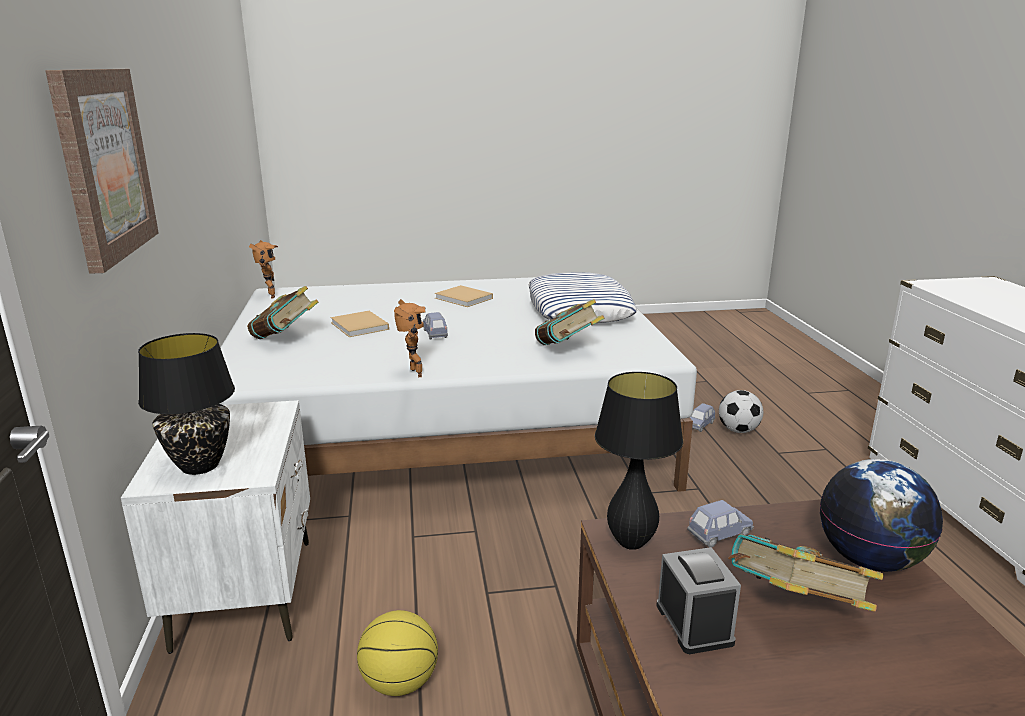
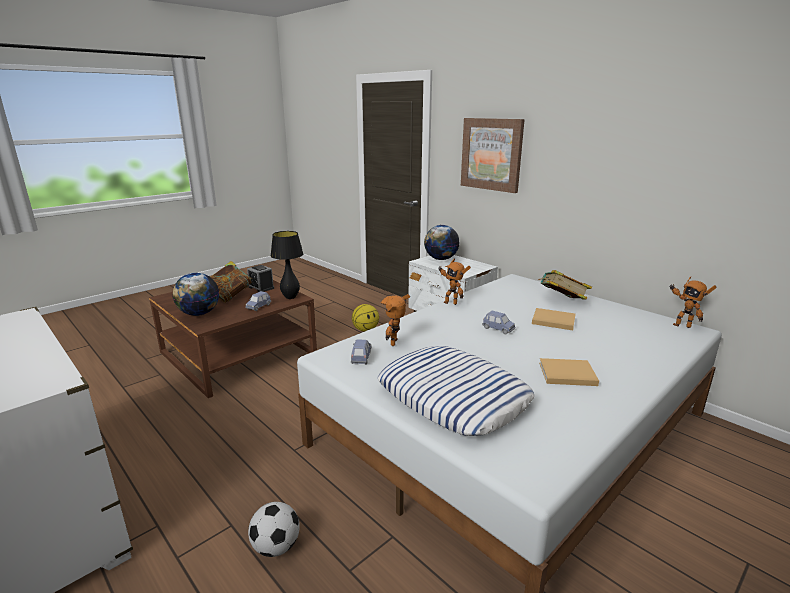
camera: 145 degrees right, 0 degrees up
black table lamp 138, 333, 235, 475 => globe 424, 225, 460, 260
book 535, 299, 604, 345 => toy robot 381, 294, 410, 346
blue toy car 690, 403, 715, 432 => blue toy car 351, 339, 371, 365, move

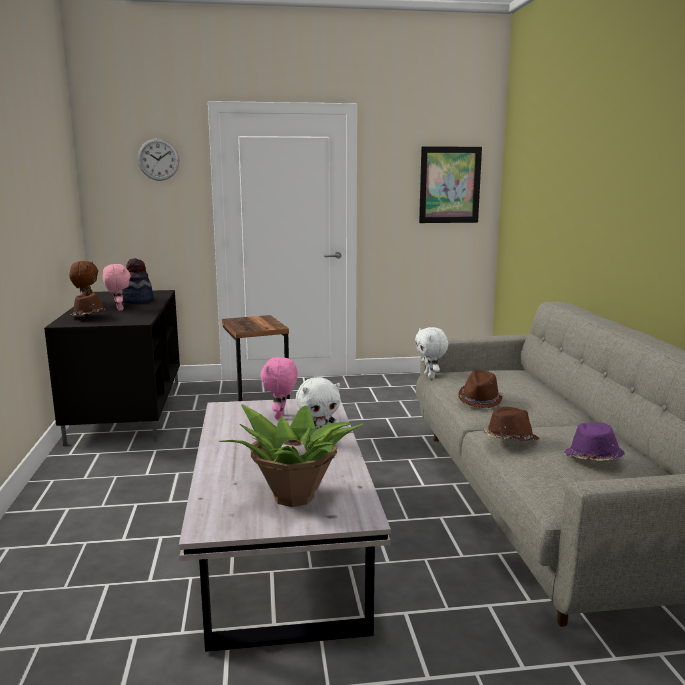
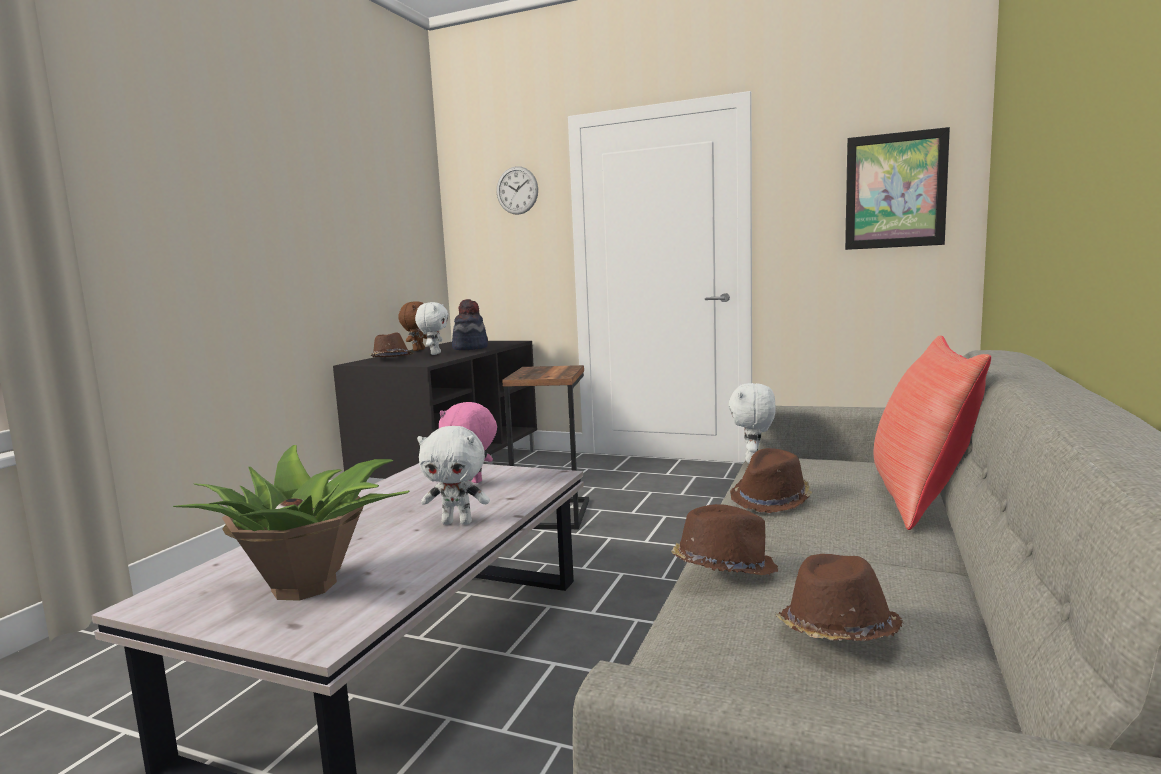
camera: 30 degrees right, 5 degrees down
pink plush toy 103, 264, 131, 311 => white plush toy 415, 302, 449, 355
purple hat 564, 422, 625, 461 => brown hat 776, 554, 903, 641
nothing => red pillow 874, 335, 991, 530

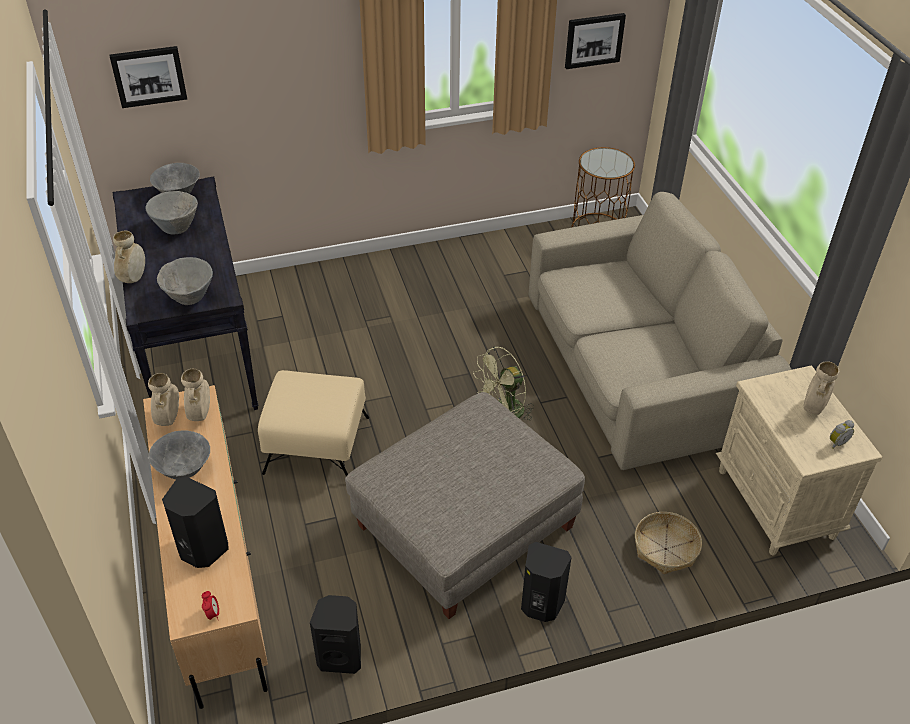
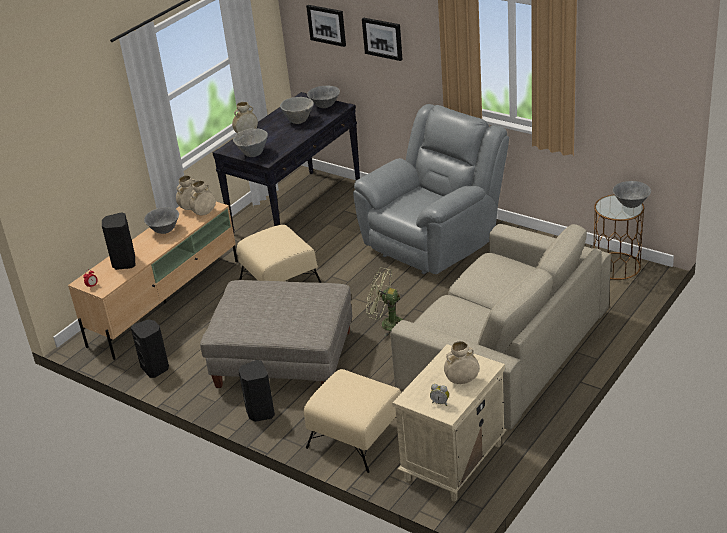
camera: 55 degrees right, 10 degrees down
picture 565, 13, 626, 69 => picture 362, 17, 403, 61, move
basket 635, 512, 702, 574 => beige ottoman 304, 369, 401, 473
nothing => grey armchair 353, 104, 509, 274
nothing => grey bowl 613, 181, 651, 208

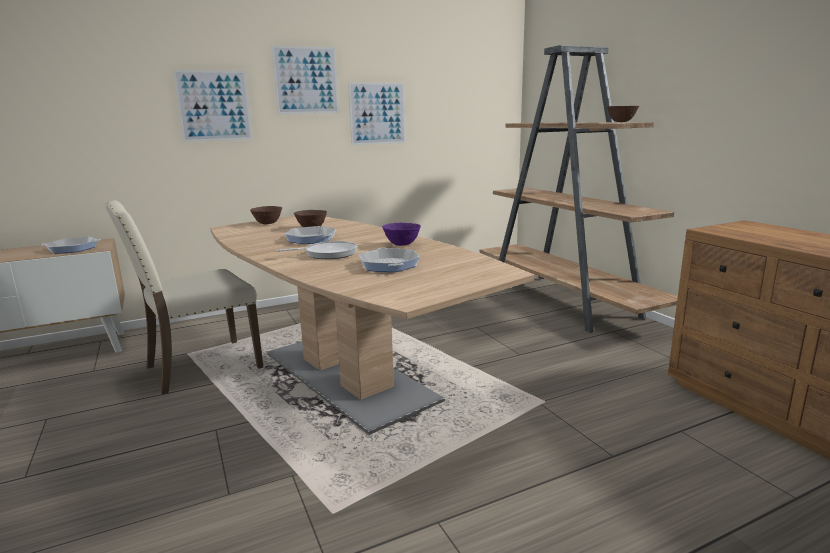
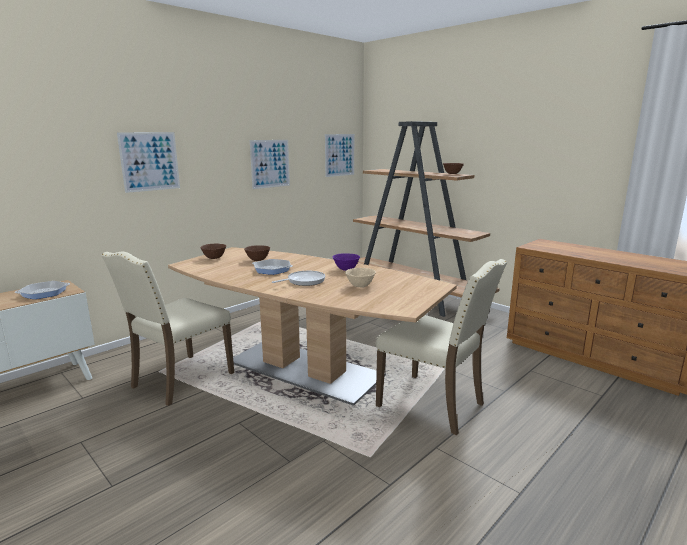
camera: 20 degrees left, 0 degrees up
picture 271, 45, 339, 114 => picture 325, 134, 354, 177, move
frying pan 359, 248, 420, 272 => beige bowl 345, 268, 376, 288
nothing => beige chair 376, 259, 507, 435

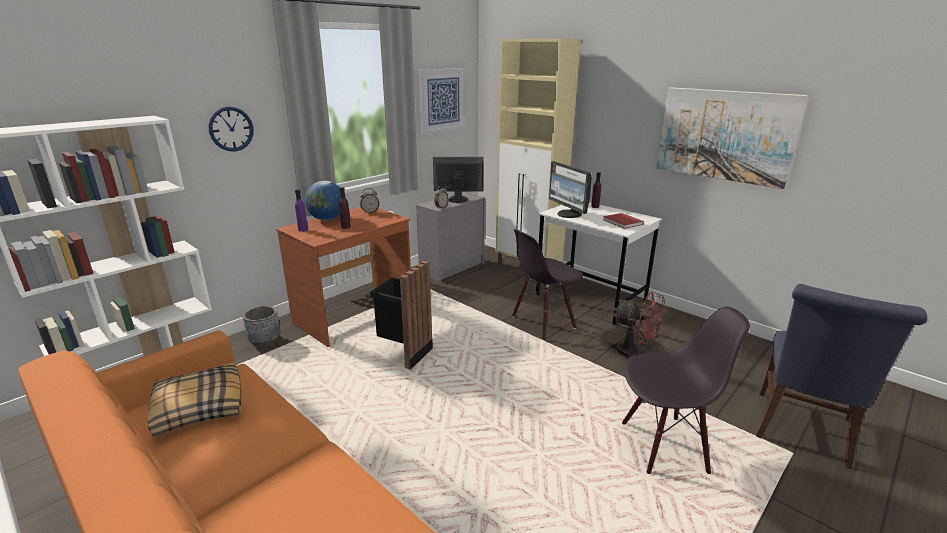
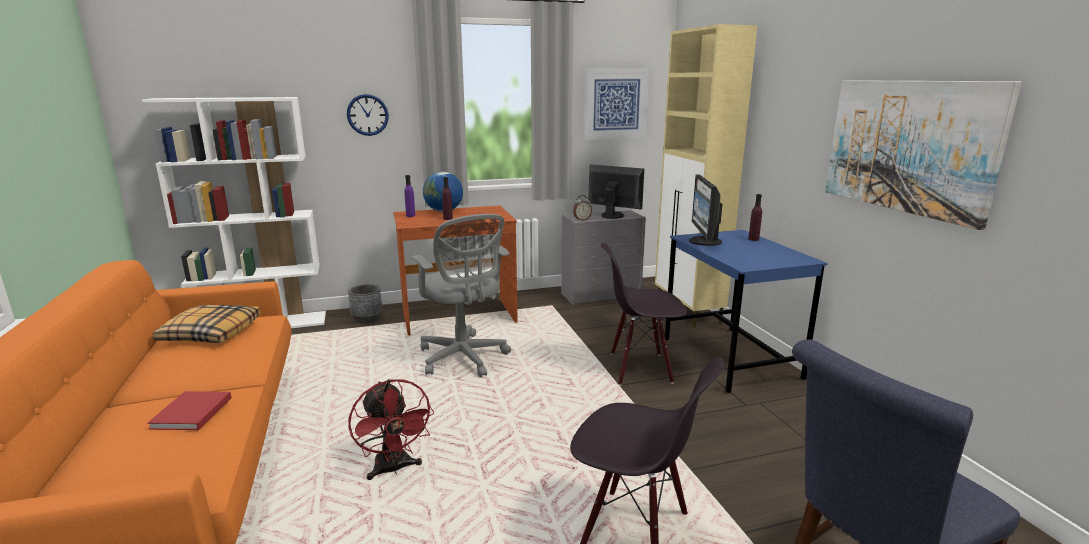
camera: 30 degrees right, 5 degrees down
alarm clock 360, 188, 379, 213 => nothing
black trash can 370, 260, 433, 370 => grey office chair 412, 214, 511, 377
white desk 536, 202, 662, 325 => blue desk 665, 230, 828, 393
red book 603, 213, 644, 229 => red book 147, 391, 232, 430, move
red fan 608, 292, 666, 358 => red fan 348, 379, 434, 480, move

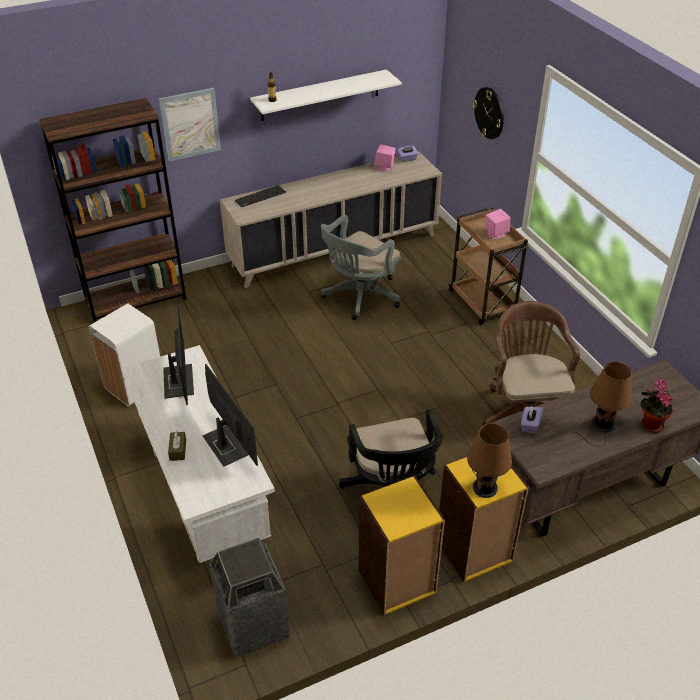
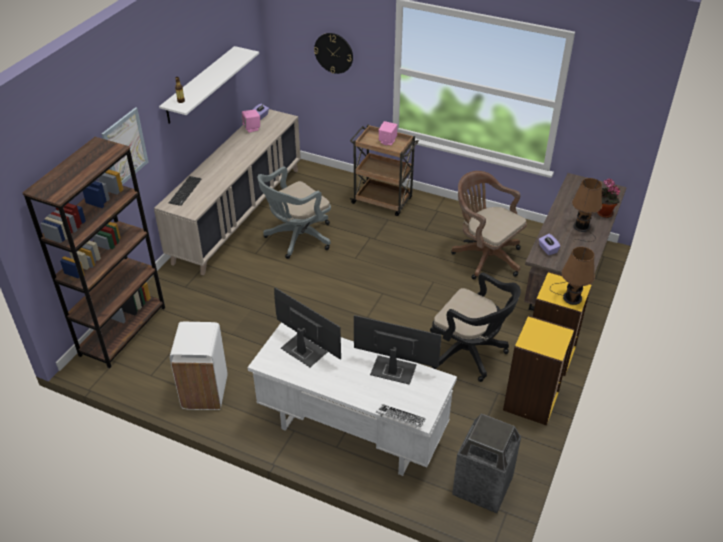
camera: 40 degrees left, 0 degrees up
brown tissue box 168, 431, 186, 461 => nothing
grey office chair 321, 214, 401, 320 => grey office chair 257, 166, 331, 259, 45 degrees clockwise
nothing => keyboard 376, 404, 426, 428

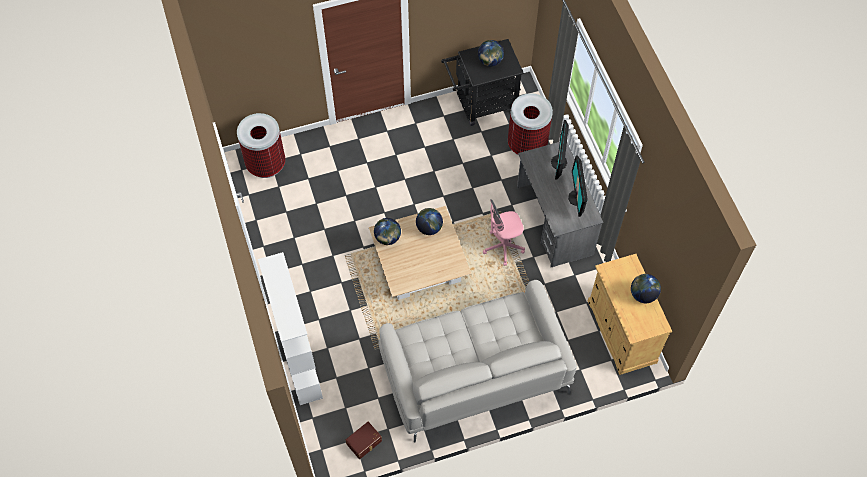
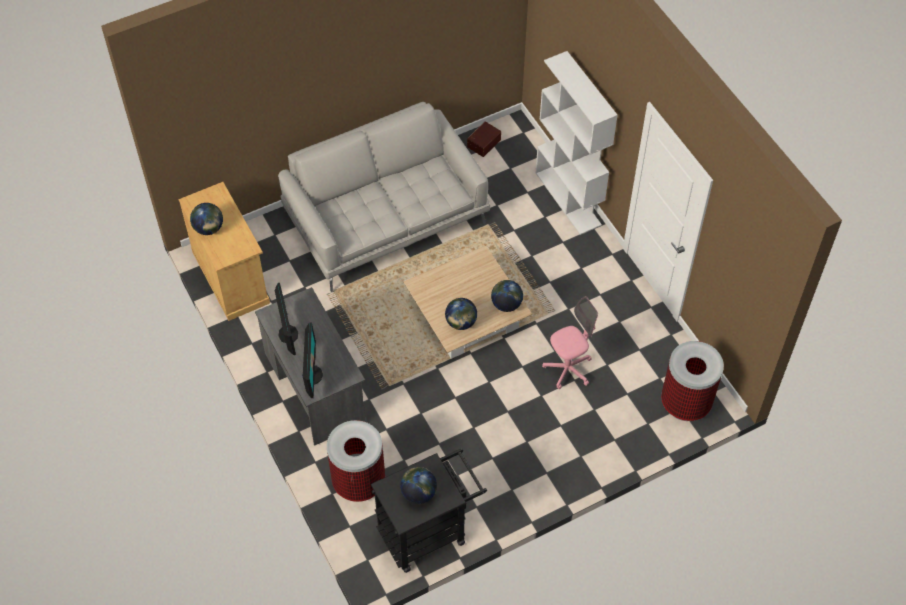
camera: 170 degrees right, 5 degrees down
pink office chair 483, 199, 525, 266 => pink office chair 542, 296, 598, 389, move

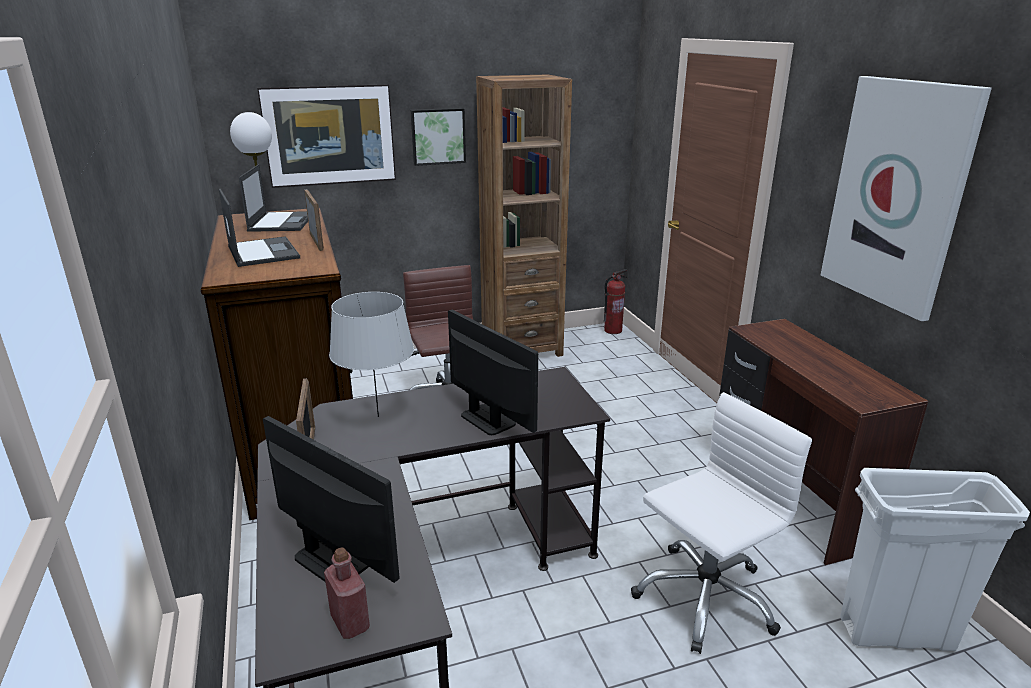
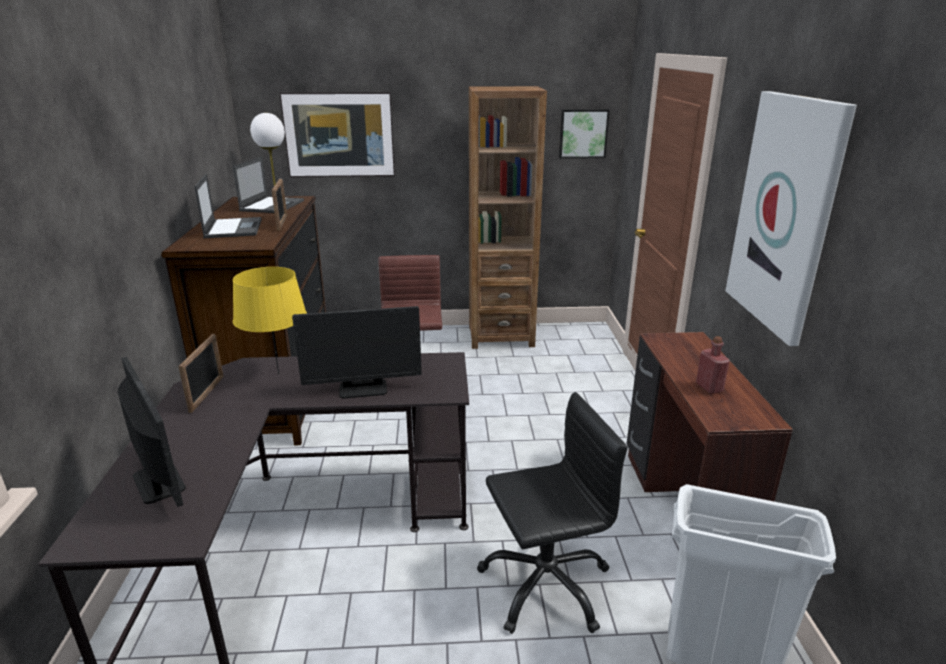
camera: 15 degrees right, 0 degrees up
red bottle 324, 547, 370, 639 => red bottle 696, 336, 730, 394, move
grey table lamp 329, 292, 414, 417 => yellow table lamp 233, 267, 307, 374
picture 410, 108, 466, 166 => picture 559, 109, 610, 159, move
monitor 448, 310, 538, 435 => monitor 292, 306, 422, 399, 105 degrees clockwise
fire extinguisher 604, 269, 627, 334 => nothing
white office chair 631, 392, 812, 654 => black office chair 477, 392, 628, 634

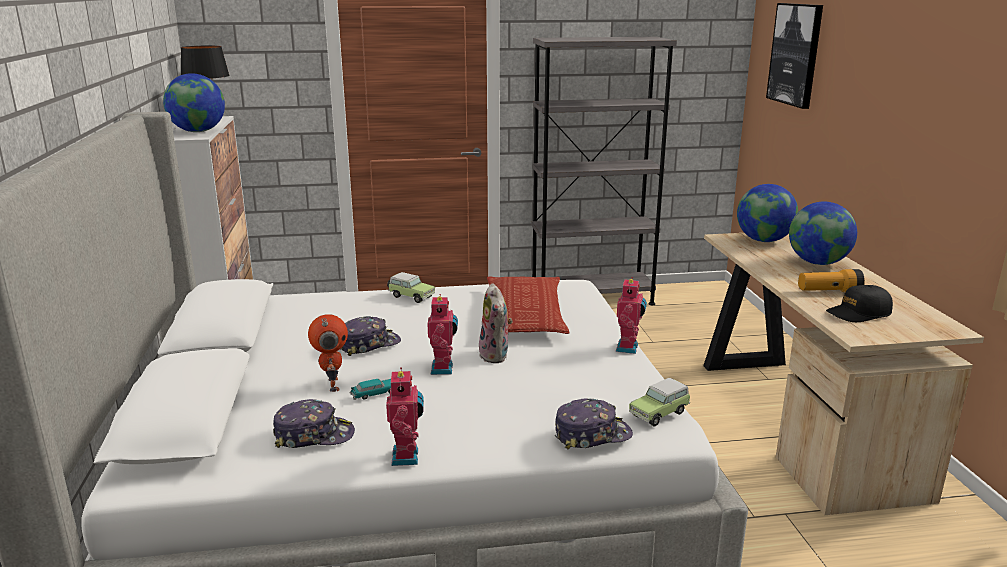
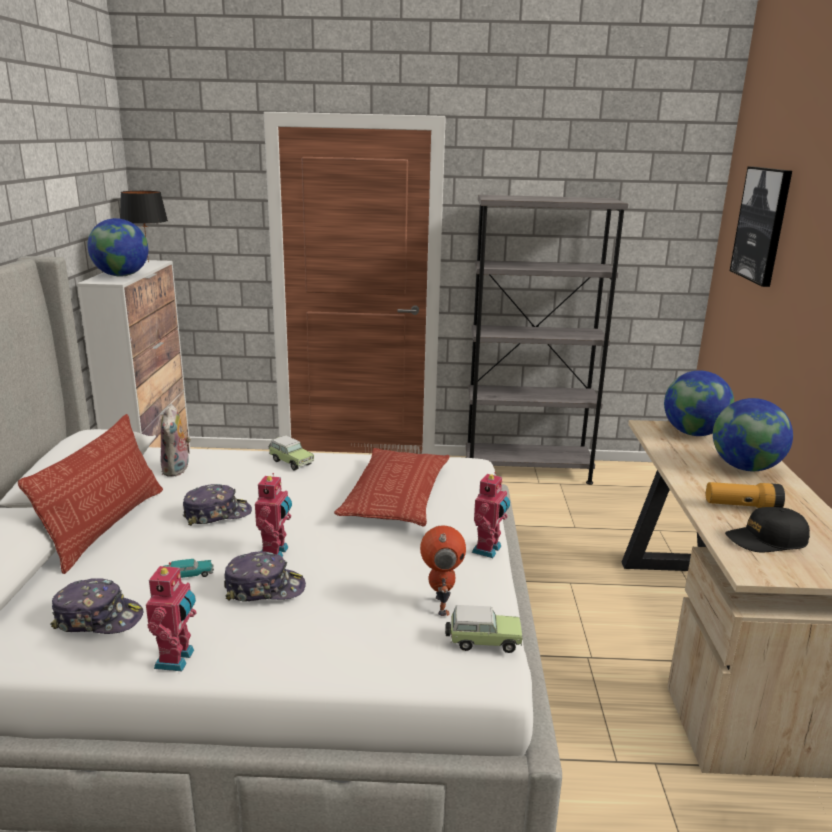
camera: 10 degrees right, 0 degrees up
toy robot 308, 314, 348, 392 => toy robot 420, 525, 466, 616, move
plush toy 479, 283, 513, 363 => plush toy 160, 404, 191, 477, move
cap 555, 398, 633, 449 => cap 224, 551, 306, 602, move
toy car 629, 378, 691, 426 => toy car 445, 605, 523, 653, 150 degrees counterclockwise
nothing => pillow 18, 414, 163, 574

